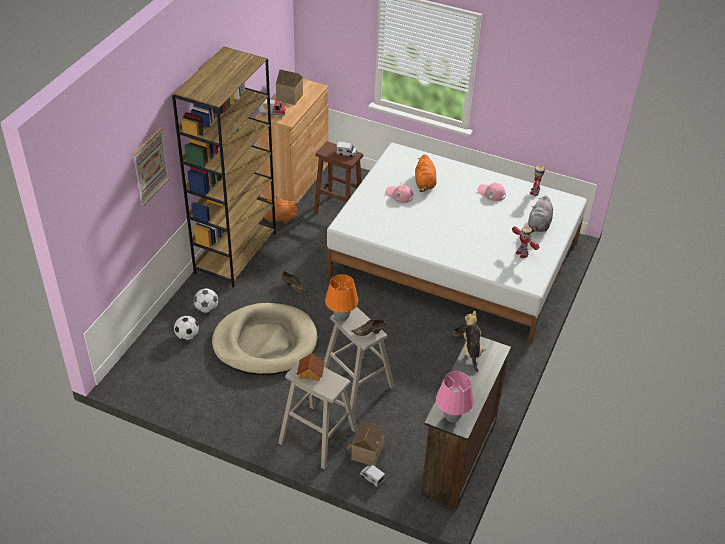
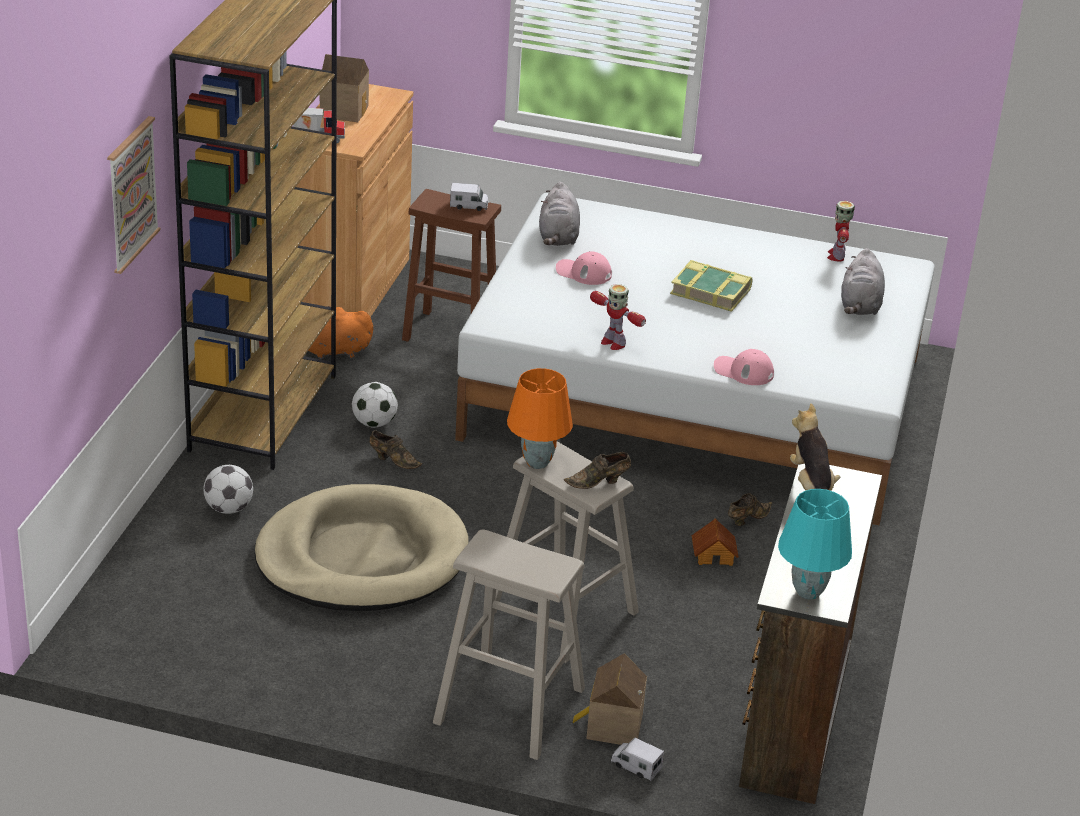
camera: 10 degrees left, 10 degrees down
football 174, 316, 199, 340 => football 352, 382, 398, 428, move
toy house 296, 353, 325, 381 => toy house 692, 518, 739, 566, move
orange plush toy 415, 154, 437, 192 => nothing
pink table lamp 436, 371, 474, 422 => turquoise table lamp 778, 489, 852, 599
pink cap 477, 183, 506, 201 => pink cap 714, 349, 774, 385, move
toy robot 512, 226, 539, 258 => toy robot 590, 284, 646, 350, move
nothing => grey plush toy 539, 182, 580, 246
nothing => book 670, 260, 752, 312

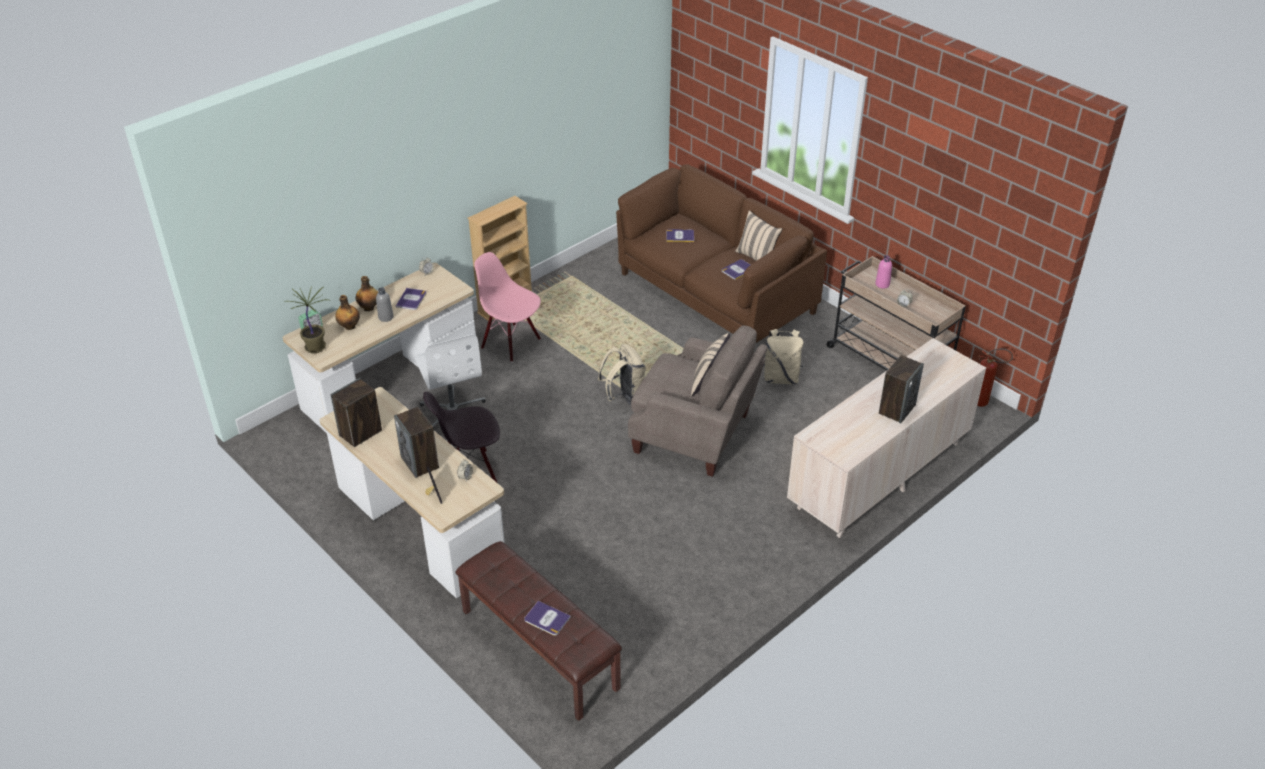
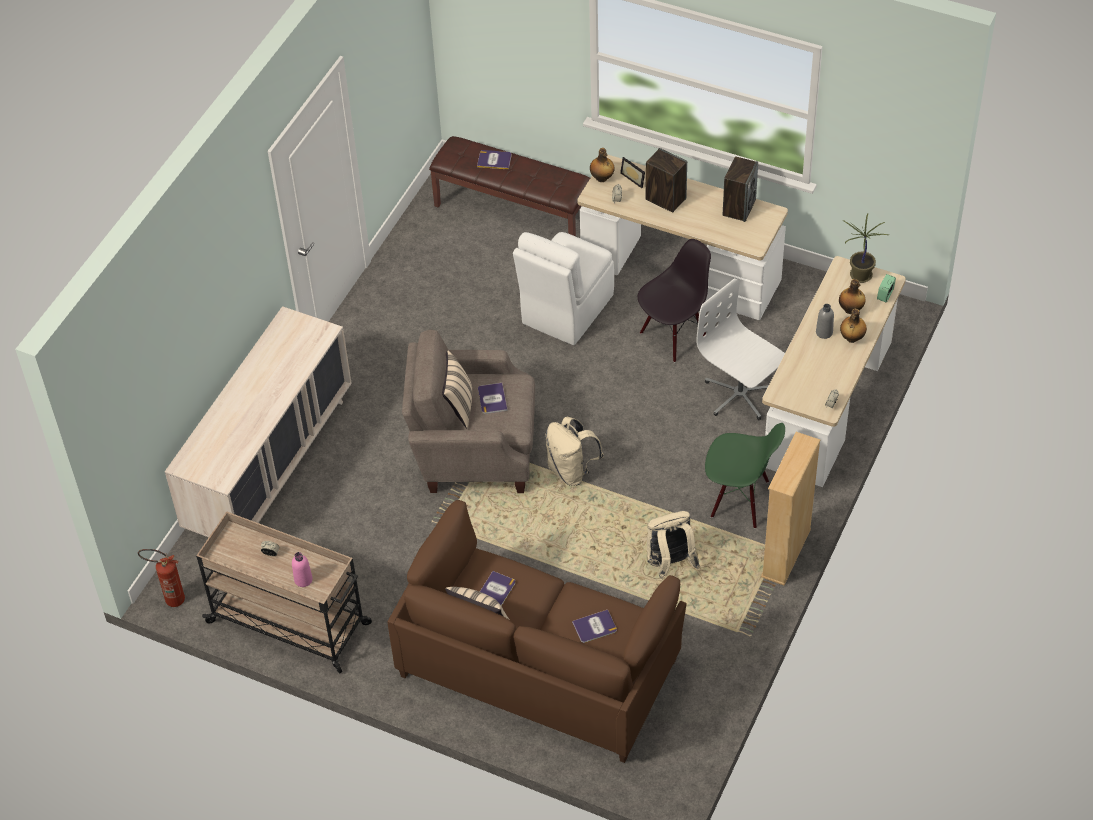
camera: 160 degrees right, 10 degrees up
book 396, 288, 426, 310 => book 478, 383, 508, 414, move
pink chair 474, 252, 541, 362 => green chair 705, 423, 785, 529
beige backpack 764, 329, 803, 384 => beige backpack 647, 511, 700, 579, move
speaker 879, 355, 924, 423 => nothing
nothing => white chair 513, 232, 614, 345
nothing => bottle 590, 148, 615, 182

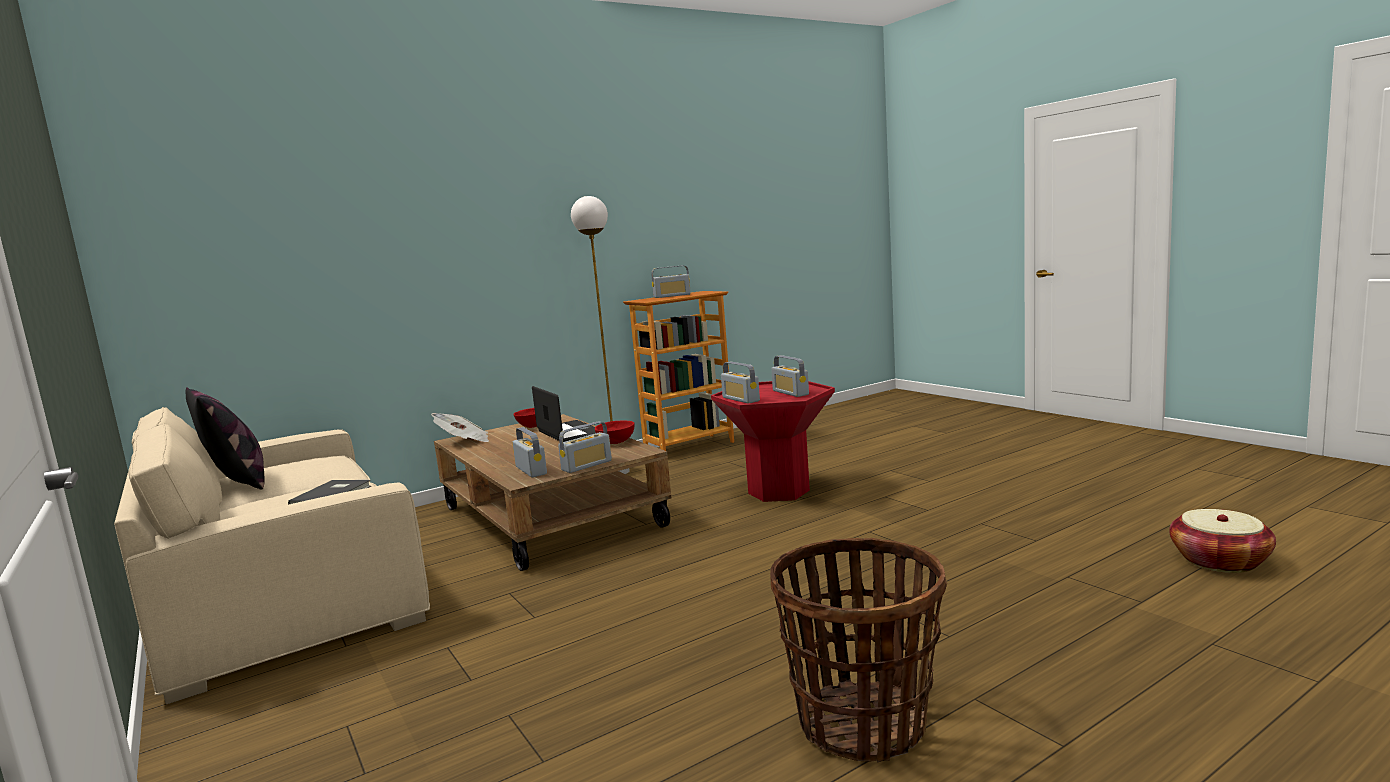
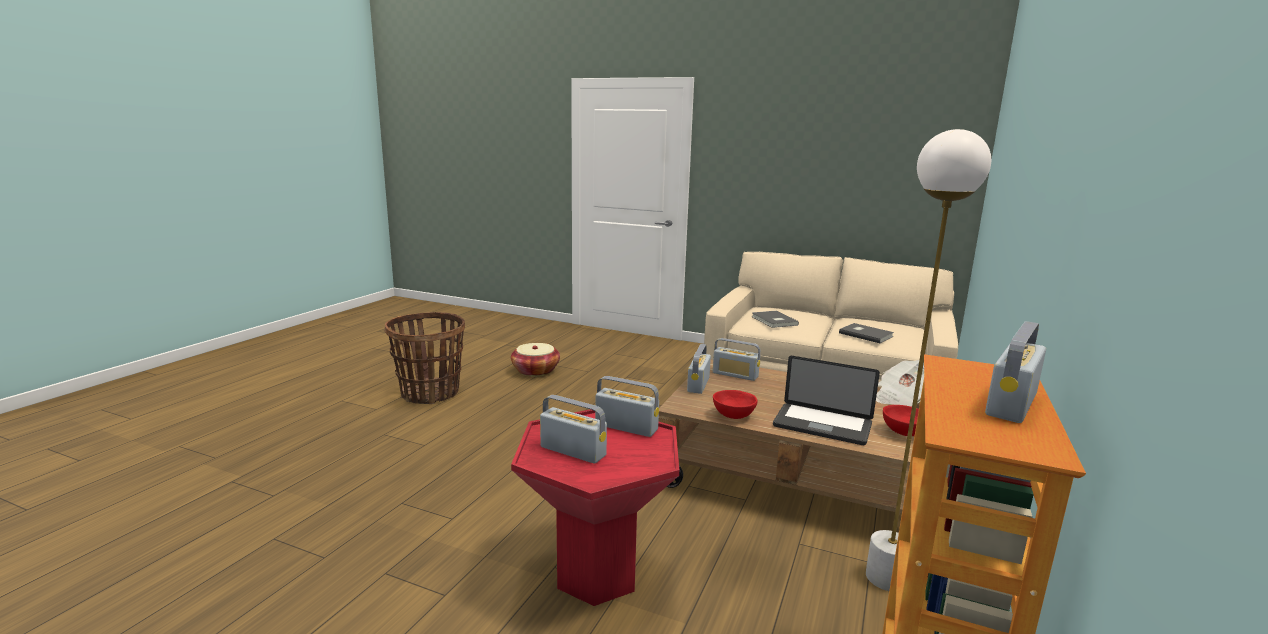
camera: 145 degrees right, 5 degrees up
pillow 185, 387, 265, 490 => nothing
basket 1169, 509, 1276, 573 => basket 511, 343, 560, 377, move
nothing => grey book 839, 323, 894, 343

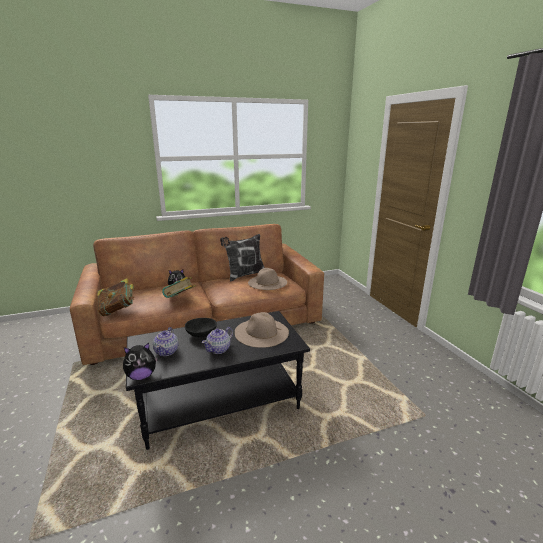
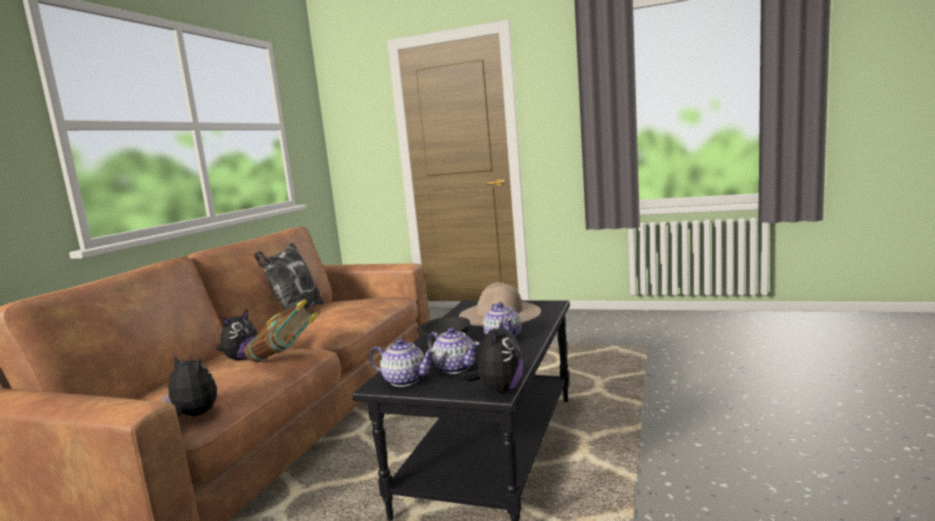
camera: 50 degrees left, 10 degrees down
book 97, 278, 135, 316 => plush toy 161, 355, 217, 418
beige hat 248, 268, 287, 290 => nothing
nothing => teapot 369, 339, 436, 387

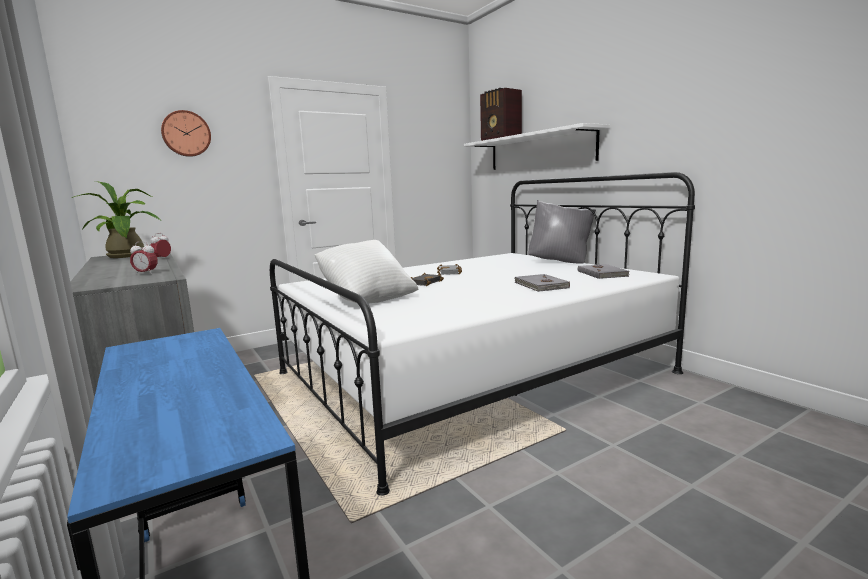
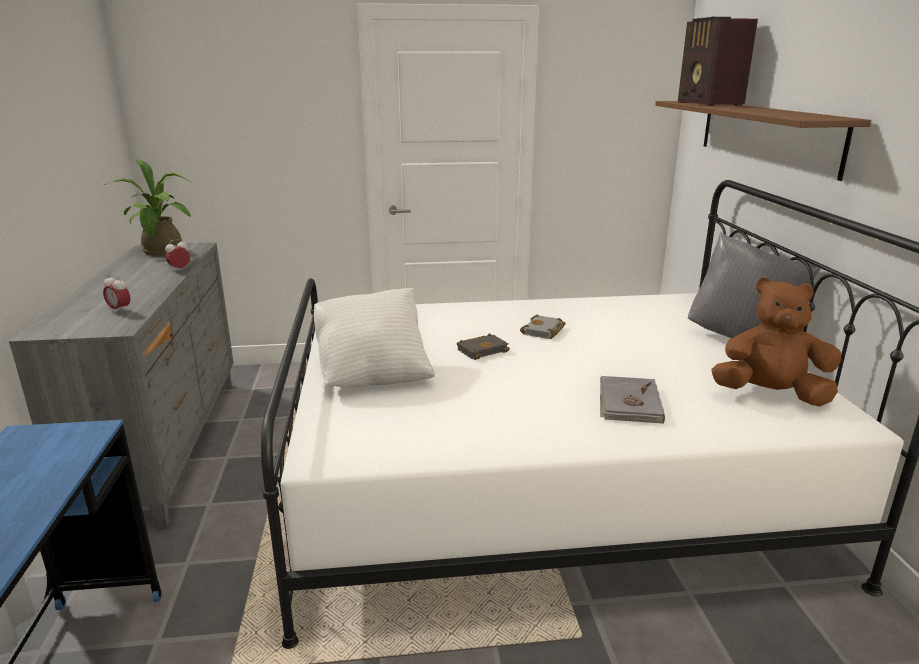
camera: 25 degrees right, 10 degrees up
wall clock 161, 110, 211, 157 => nothing
white shelf 464, 123, 610, 170 => brown shelf 655, 101, 871, 181
grey book 578, 264, 629, 279 => brown plush toy 712, 277, 841, 407

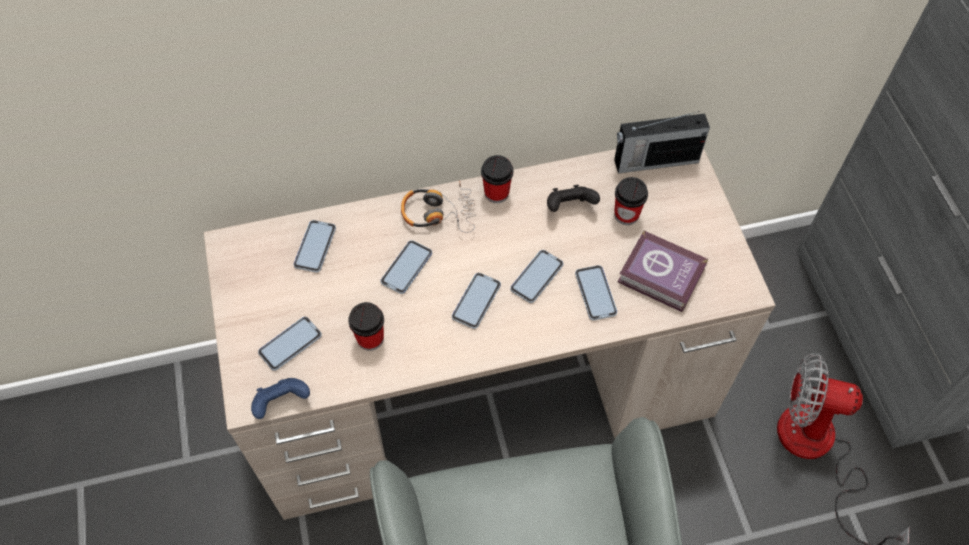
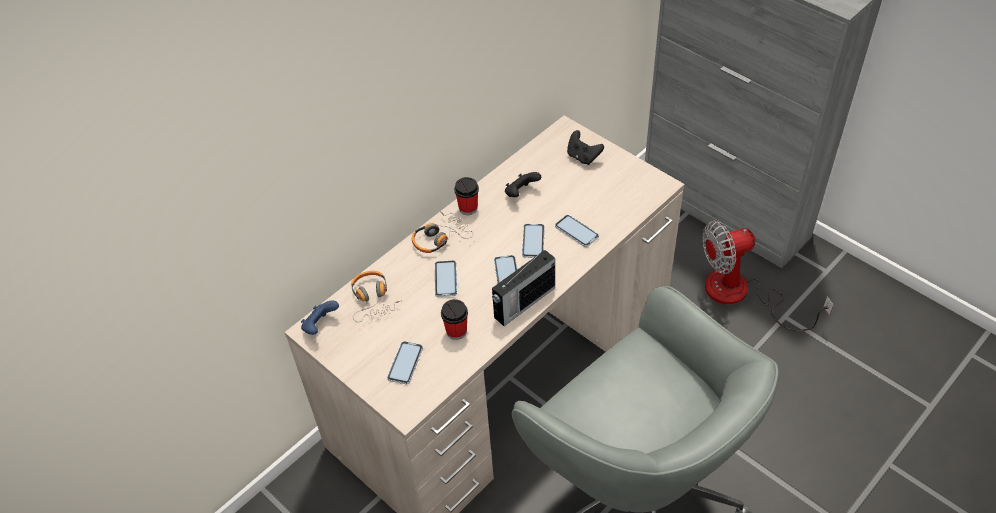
camera: 30 degrees left, 10 degrees down
blue game controller 251, 378, 310, 419 => blue game controller 301, 301, 339, 335, move
phone 293, 220, 336, 273 => headphones 351, 271, 402, 322
radio 614, 111, 710, 173 => radio 492, 250, 555, 326, move
cup 614, 177, 648, 225 => nothing
book 618, 230, 708, 312 => nothing
nothing => black game controller 567, 130, 604, 165

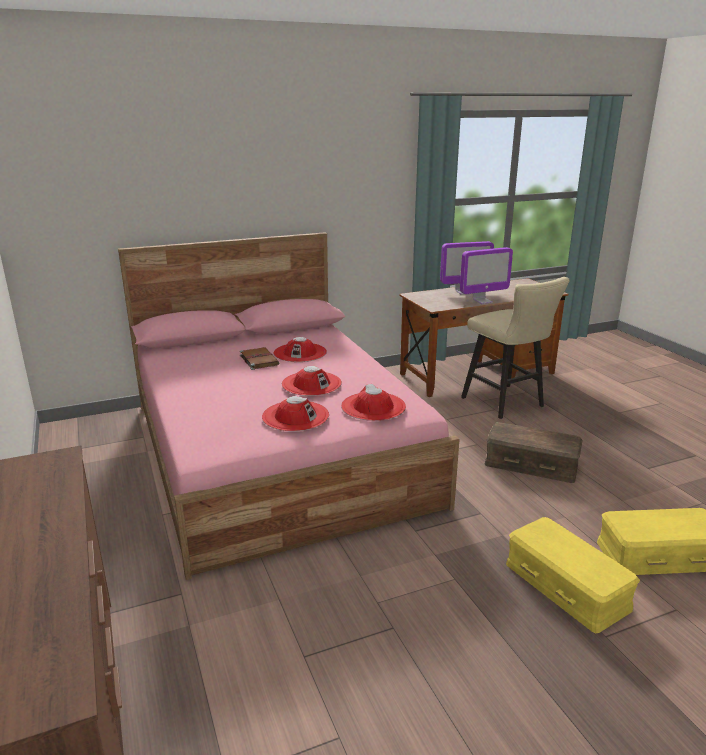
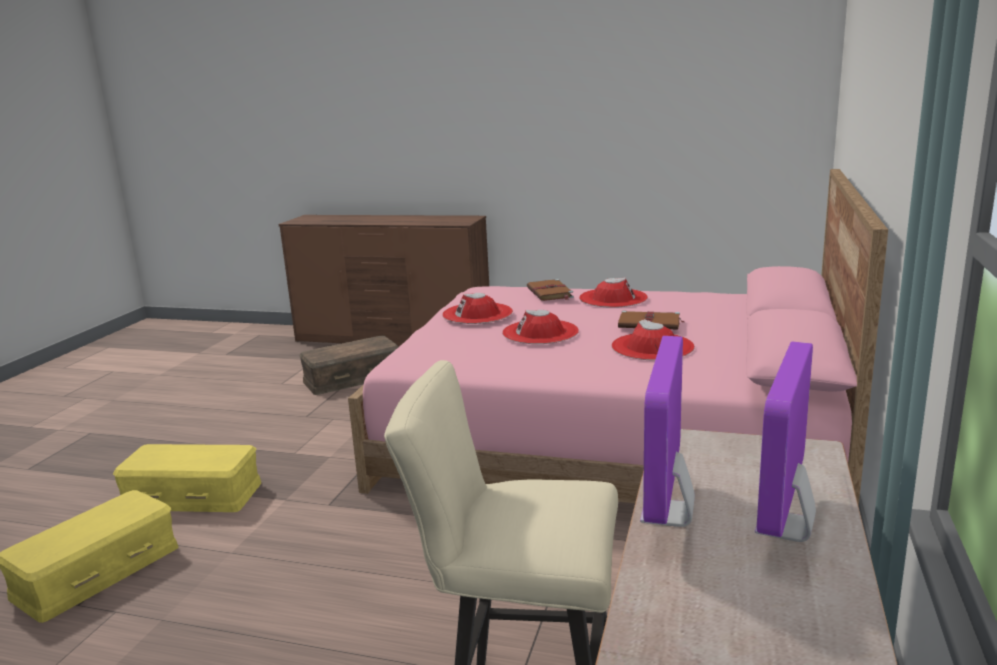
camera: 130 degrees right, 5 degrees down
red hat 341, 384, 406, 421 => red hat 579, 277, 648, 308, move
brown storage box 485, 422, 582, 483 => brown storage box 299, 335, 398, 395, move
nothing => brown book 527, 279, 574, 301

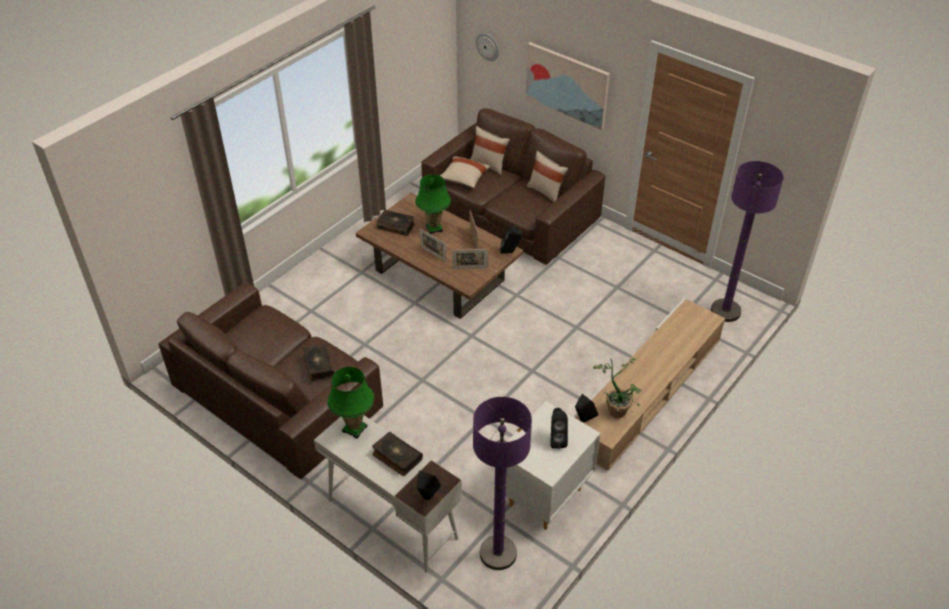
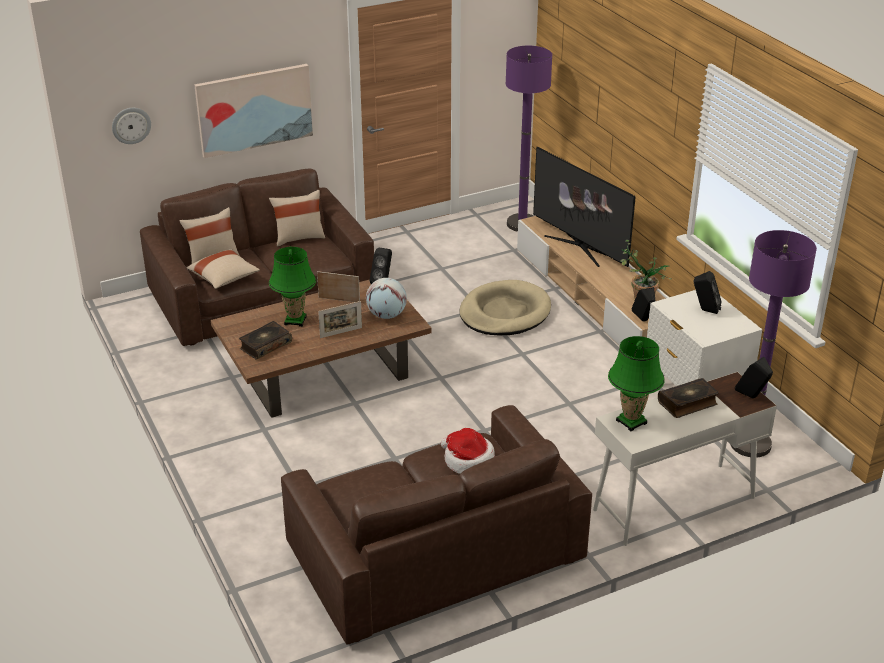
camera: 65 degrees left, 10 degrees down
book 303, 344, 334, 382 => hat 441, 428, 495, 474
picture frame 452, 249, 488, 269 => globe 366, 278, 407, 319
nothing => beige dog bed 459, 280, 551, 335
nothing => television 533, 147, 636, 267

